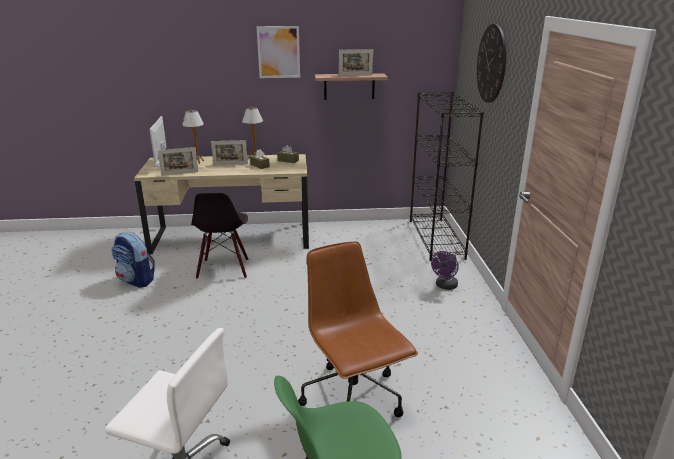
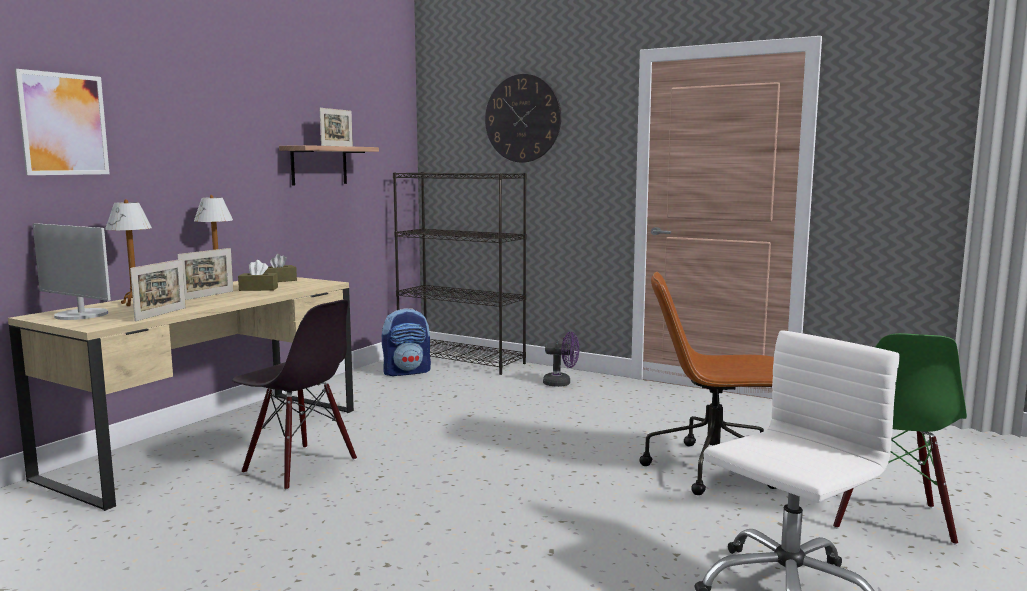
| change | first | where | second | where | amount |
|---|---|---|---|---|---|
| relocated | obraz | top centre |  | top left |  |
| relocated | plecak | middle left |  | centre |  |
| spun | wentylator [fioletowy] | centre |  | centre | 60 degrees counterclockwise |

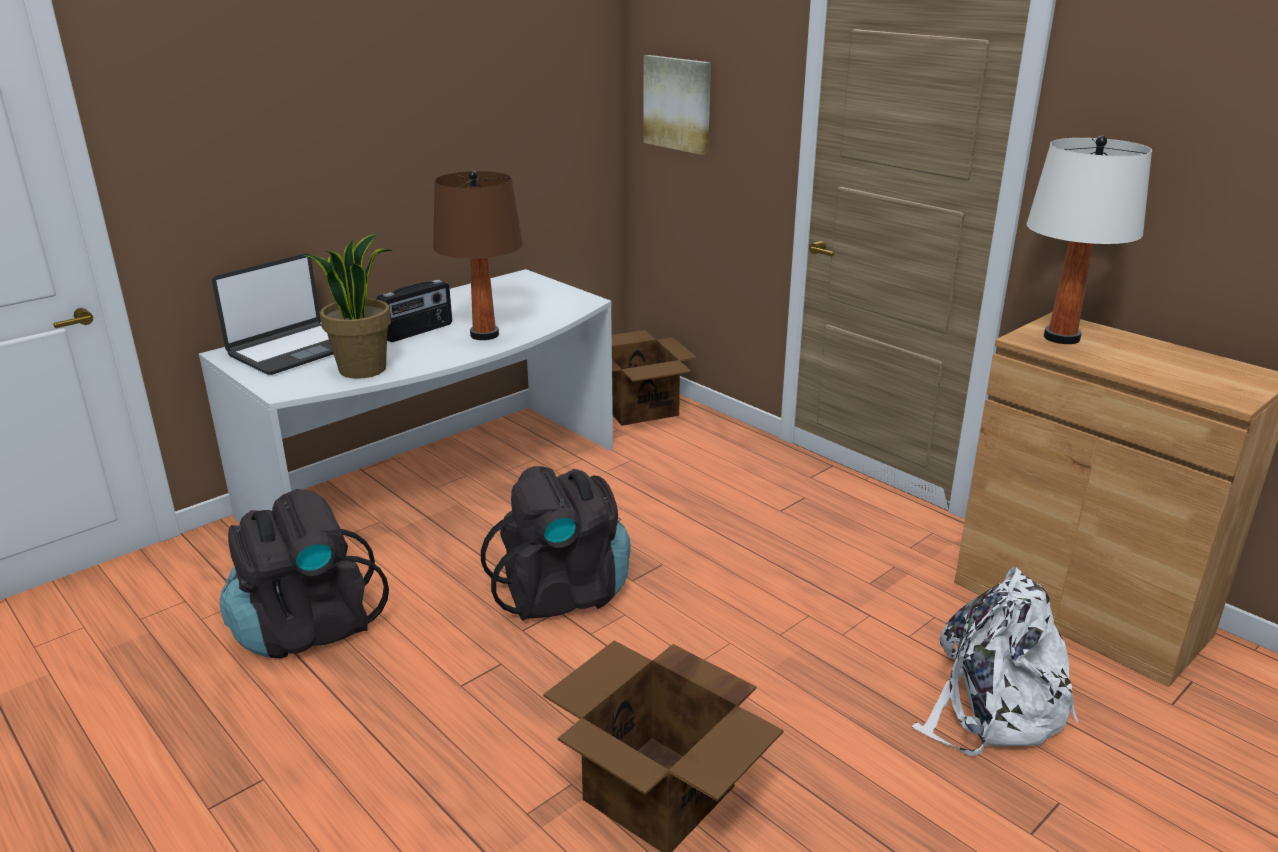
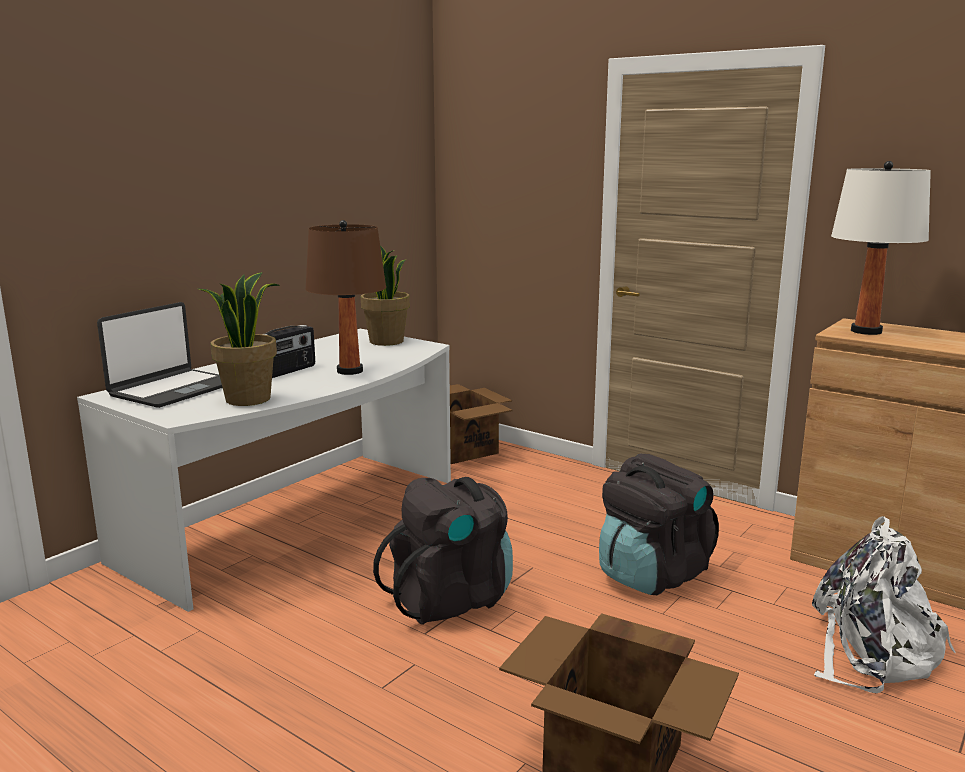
| change | first | where | second | where | amount |
|---|---|---|---|---|---|
| appeared |  |  | roślina doniczkowa (no. 2 from left) | centre |  |
| relocated | plecak [czarny] (no. 1 from left in the first image) | bottom left | plecak [czarny] (no. 2 from left) | bottom right |  |
| missing | obraz | top centre |  |  |  |

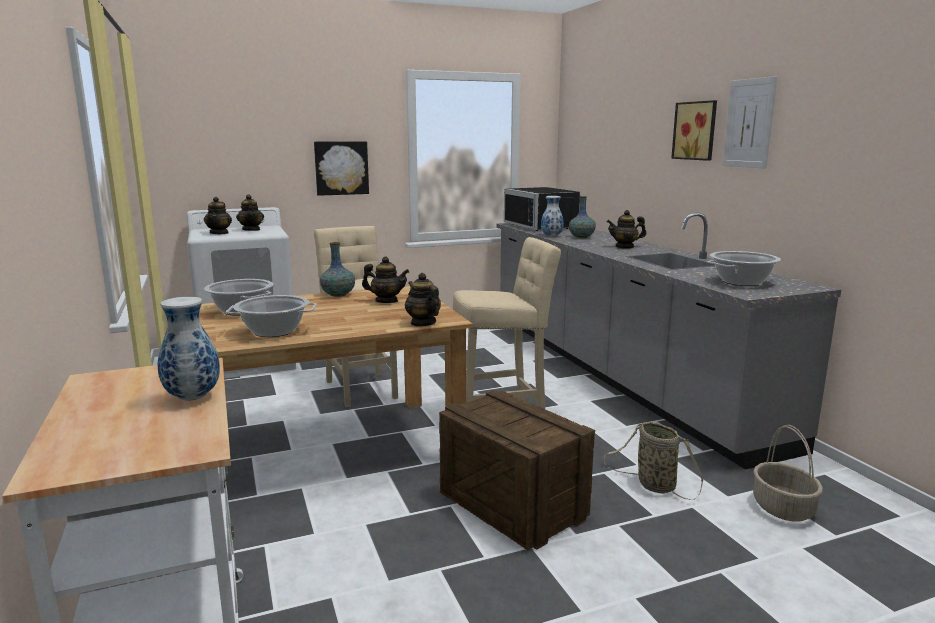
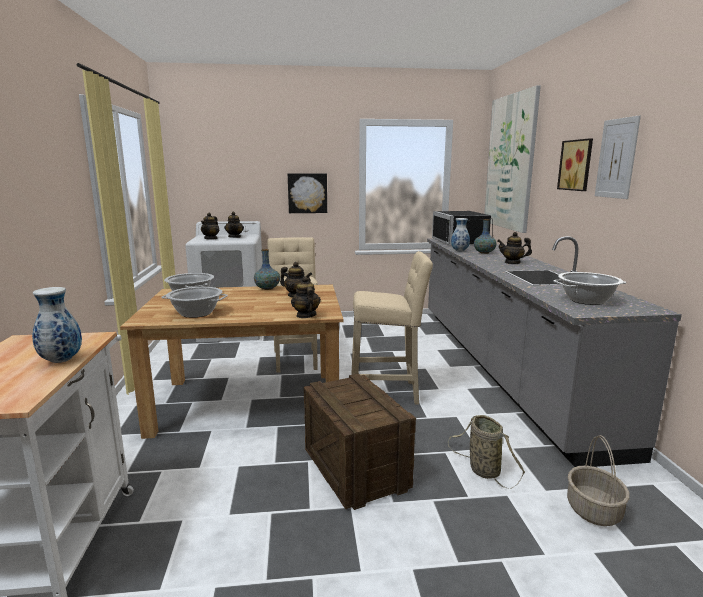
| change | first | where | second | where | amount |
|---|---|---|---|---|---|
| appeared |  |  | obraz (no. 2 from left) | top right |  |

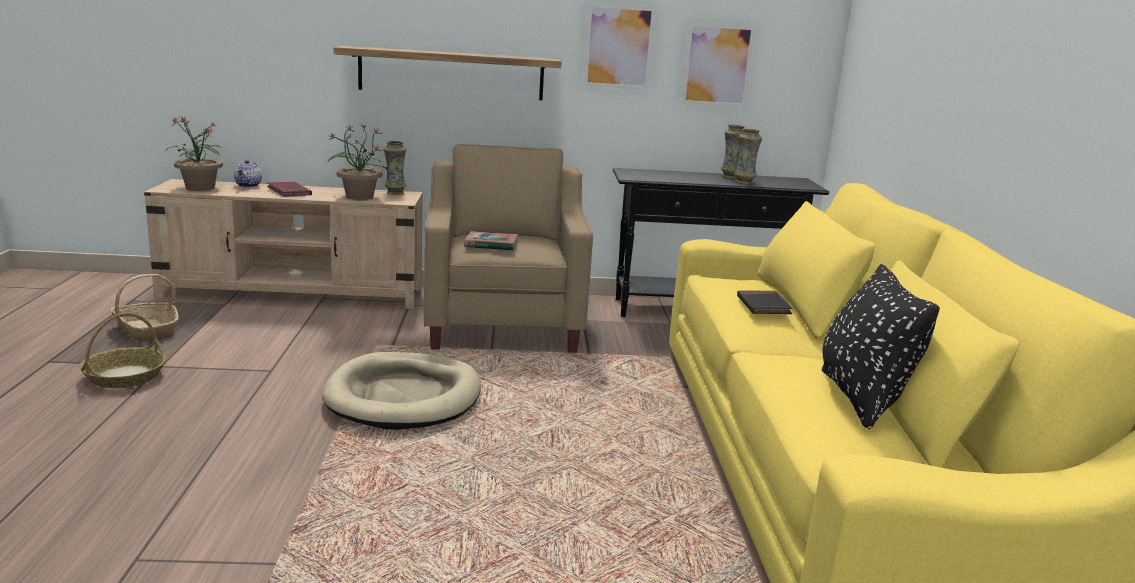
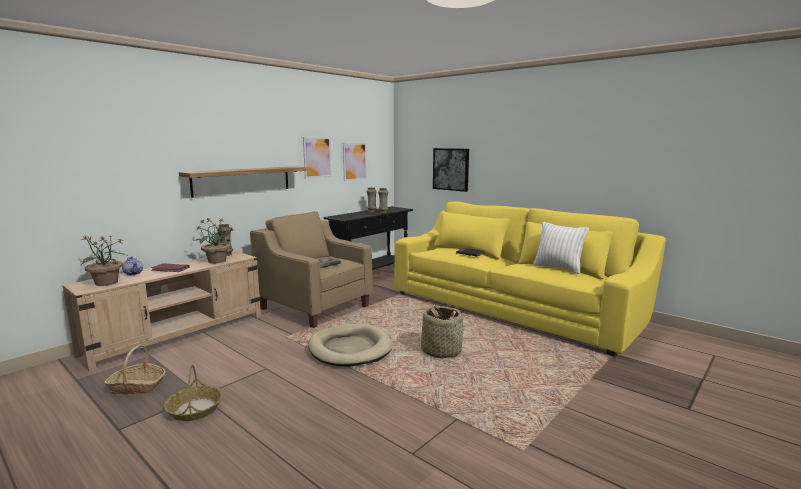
| change | first | where | second | where | amount |
|---|---|---|---|---|---|
| appeared |  |  | koszyk (no. 3 from left) | bottom centre |  |
| appeared |  |  | obraz (no. 3 from left) | centre |  |
| colour | poduszka [czarny] | middle right | poduszka [biały] | middle right |  |

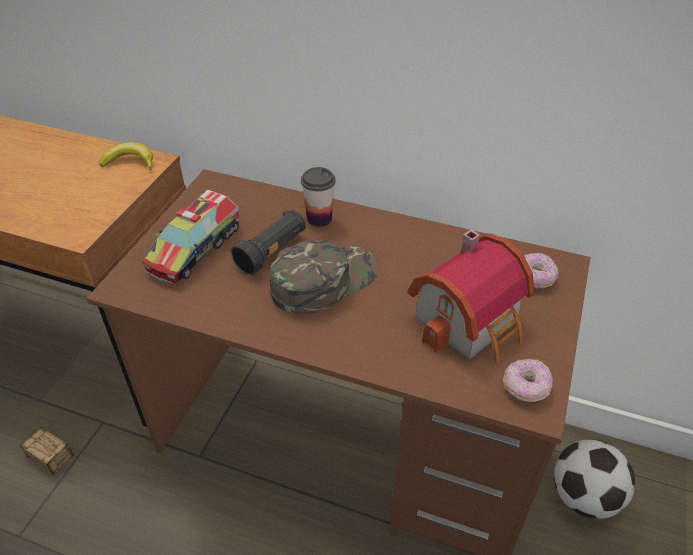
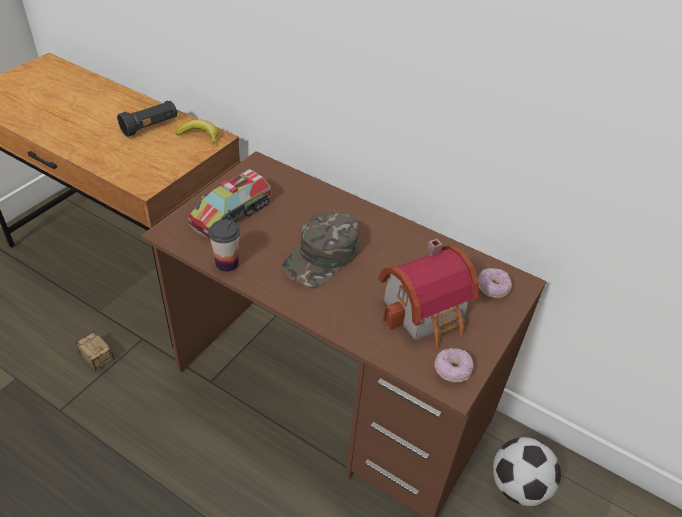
| change | first | where | second | where | amount |
|---|---|---|---|---|---|
| relocated | latarka [czarny] | centre |  | top left |  |
| relocated | filiżanka | centre |  | middle left |  |
| spun | czapka z daszkiem [zielony] | centre |  | centre | 150 degrees clockwise |

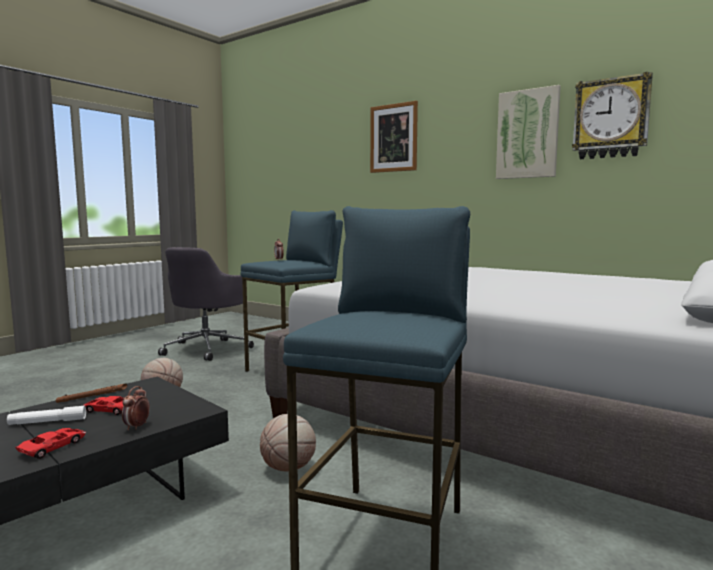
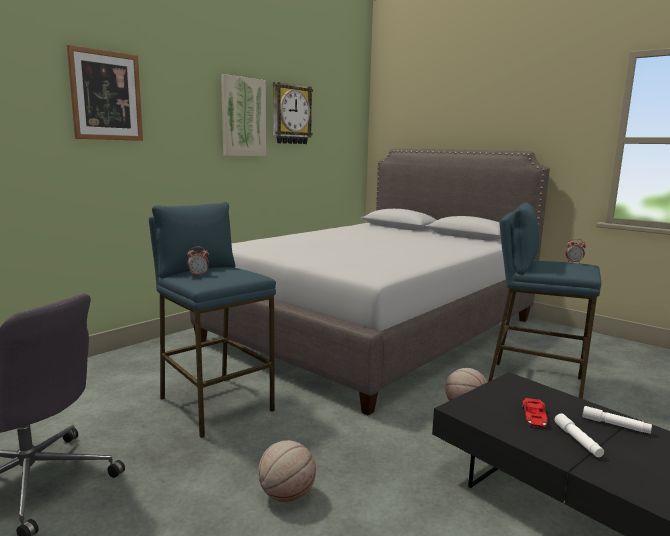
| change | first | where | second | where | amount |
|---|---|---|---|---|---|
| relocated | budzik (no. 1 from left in the first image) | bottom left | budzik (no. 2 from left) | middle right |  |
| exchanged | samochodzik [czerwony] (no. 1 from left) | bottom left | latarka [biały] (no. 2 from left) | bottom right |  |
| missing | latarka [brązowy] | bottom left |  |  |  |

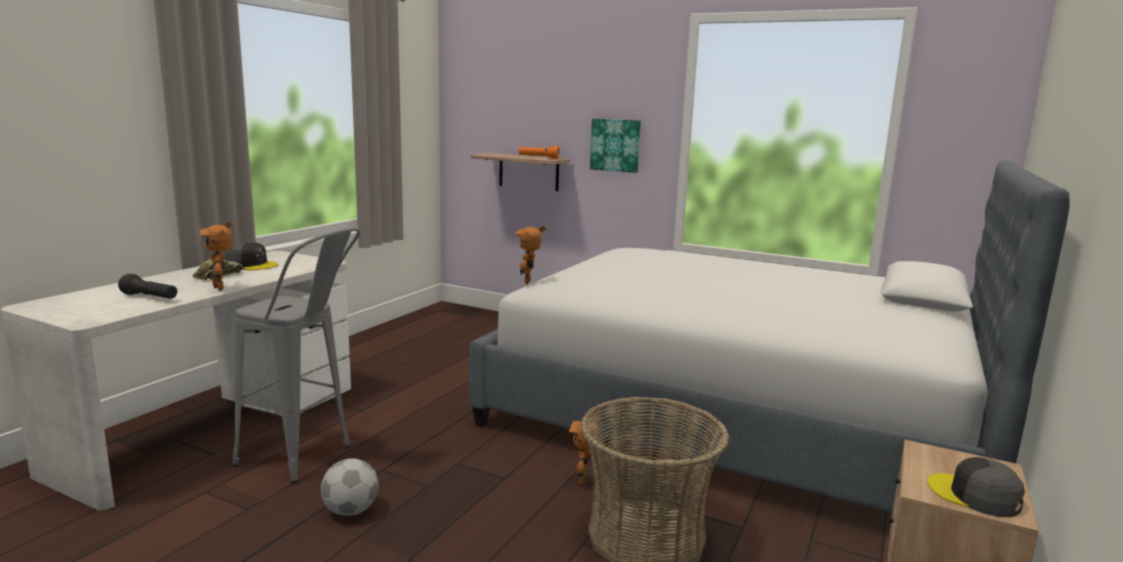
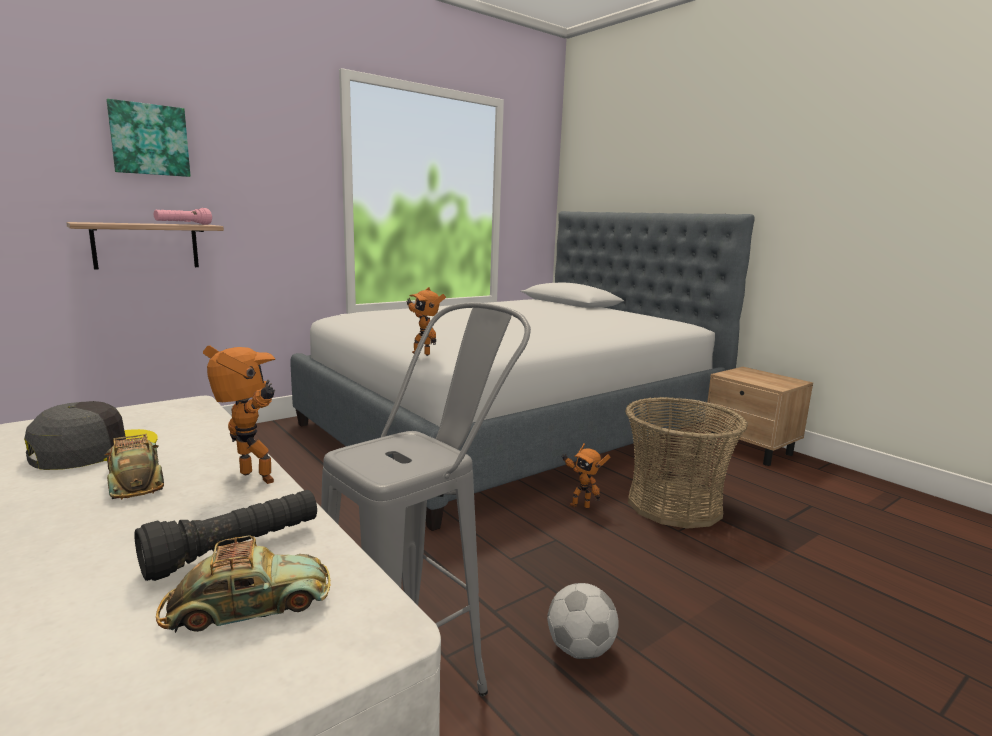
| change | first | where | second | where | amount |
|---|---|---|---|---|---|
| relocated | obraz | top centre |  | top left |  |
| colour | latarka [pomarańczowy] | top centre | latarka [różowy] | top left |  |
| appeared |  |  | samochodzik (no. 2 from left) | bottom left |  |
| spun | robot zabawkowy (no. 1 from left) | middle left |  | middle left | 135 degrees counterclockwise |
| missing | czapka z daszkiem [szary] (no. 2 from left) | bottom right |  |  |  |

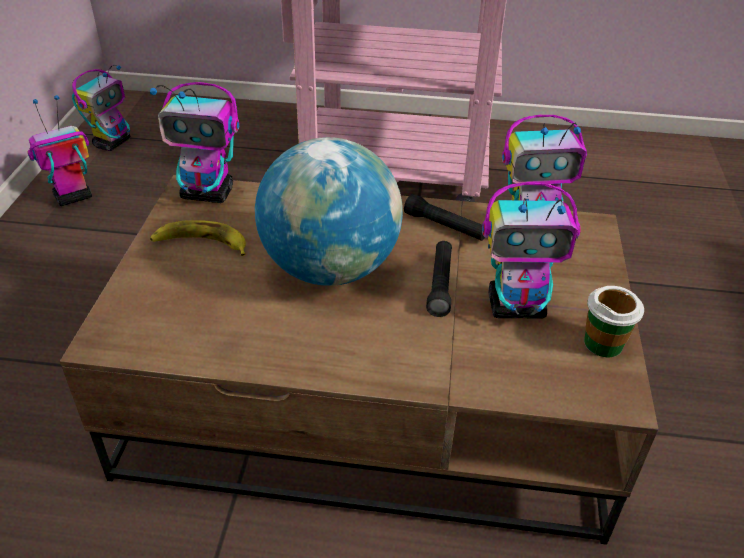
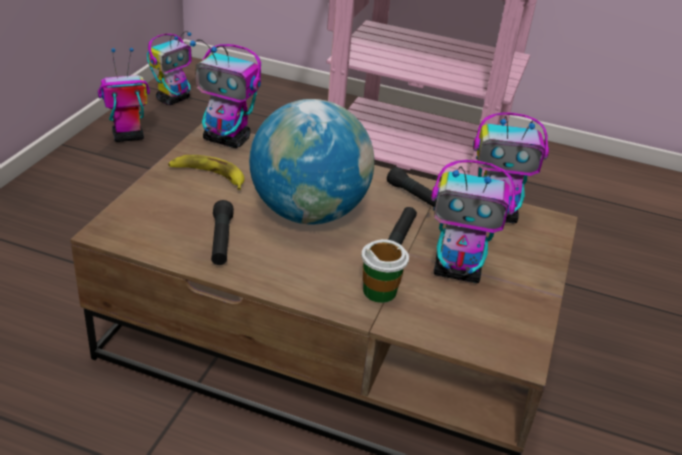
| change | first | where | second | where | amount |
|---|---|---|---|---|---|
| appeared |  |  | latarka [czarny] (no. 1 from left) | middle left |  |
| relocated | filiżanka | middle right |  | centre |  |

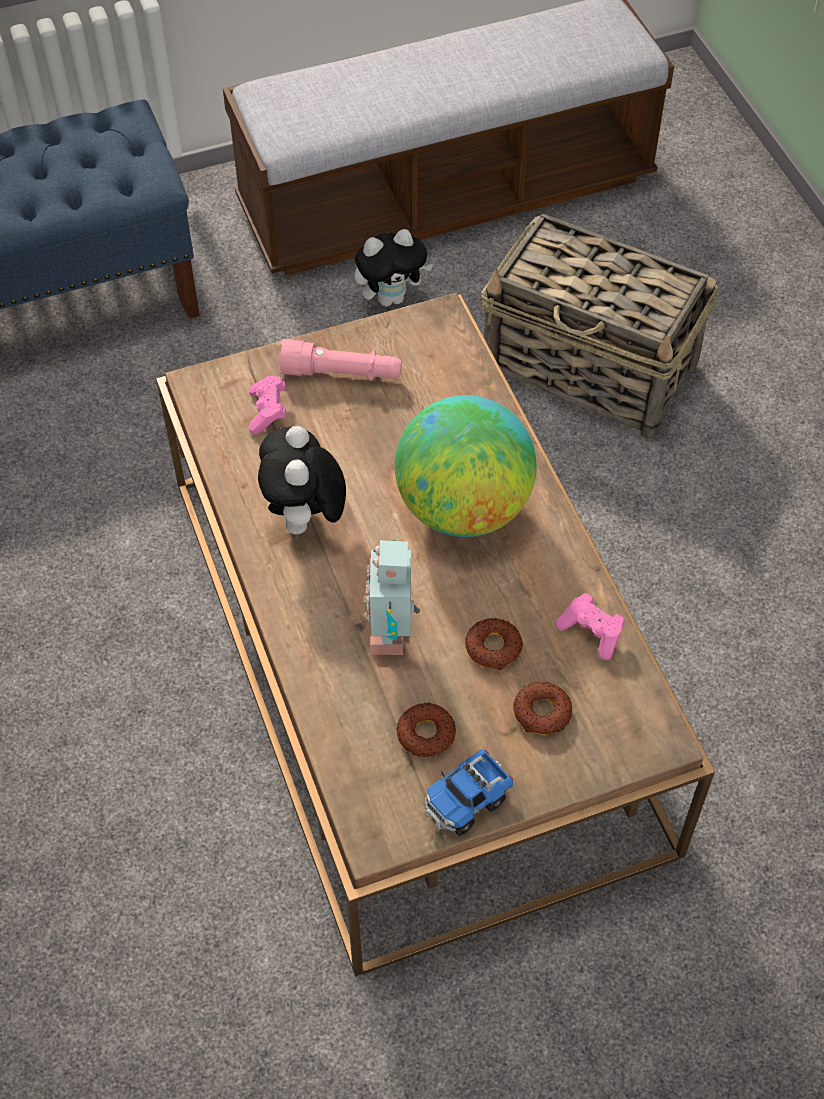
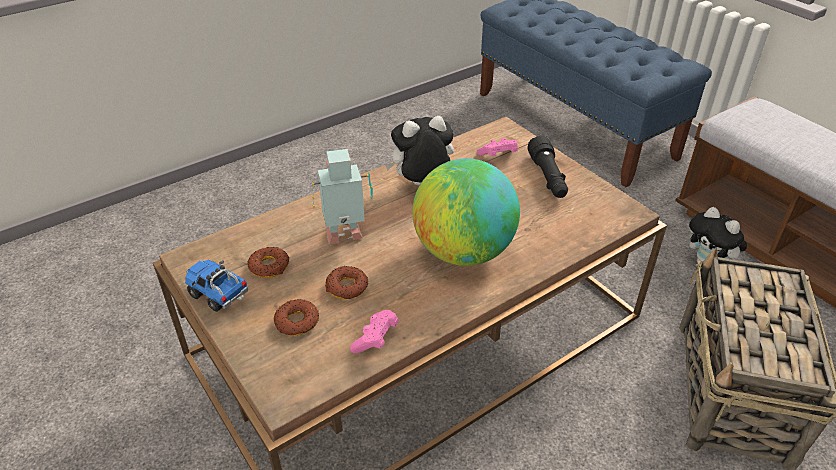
| change | first | where | second | where | amount |
|---|---|---|---|---|---|
| colour | latarka [różowy] | top centre | latarka [czarny] | centre |  |

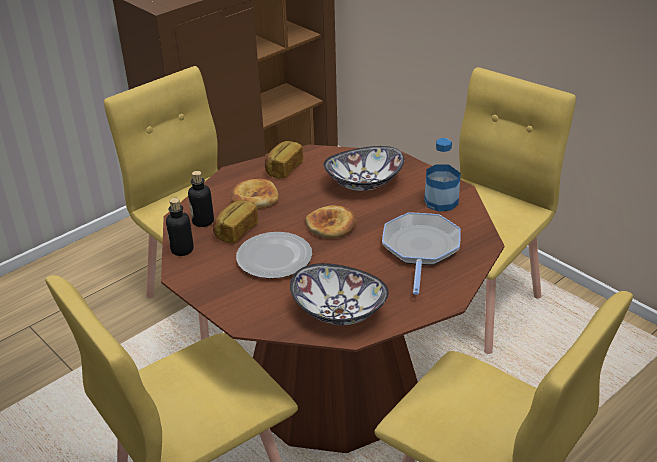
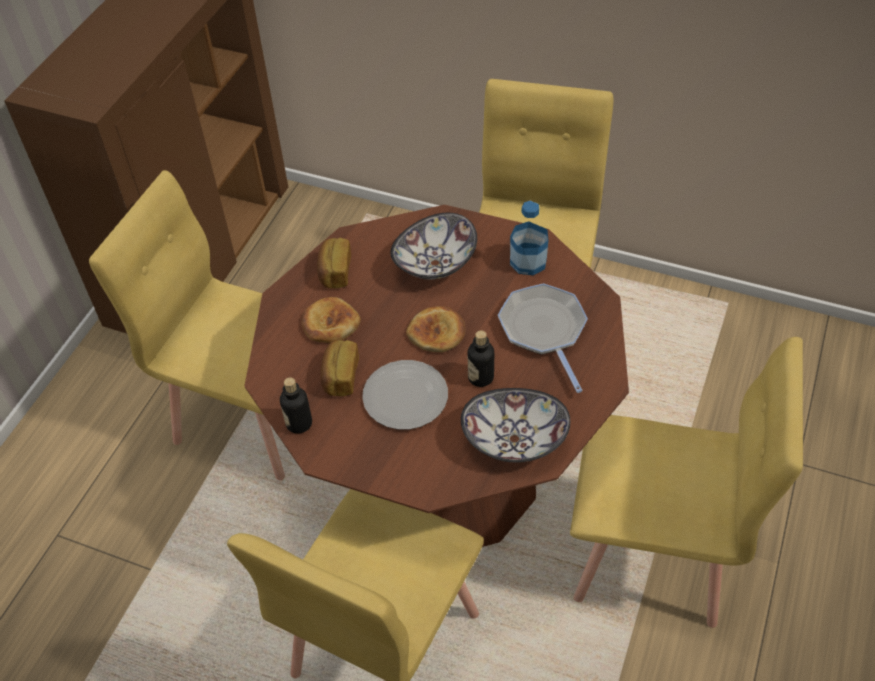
| change | first | where | second | where | amount |
|---|---|---|---|---|---|
| relocated | butelka (no. 2 from left) | middle left |  | centre |  |

